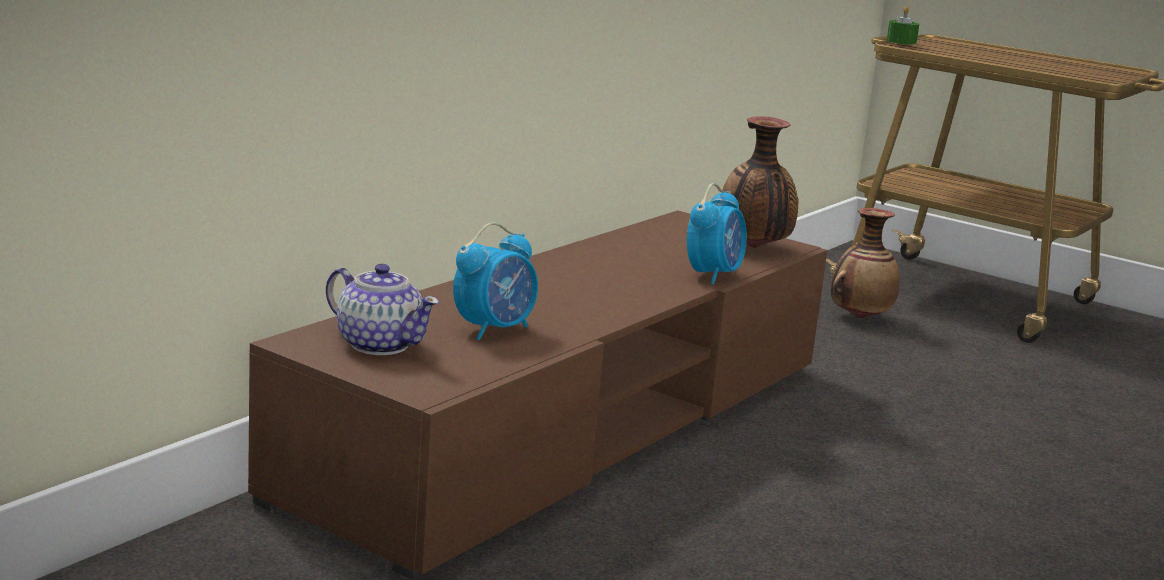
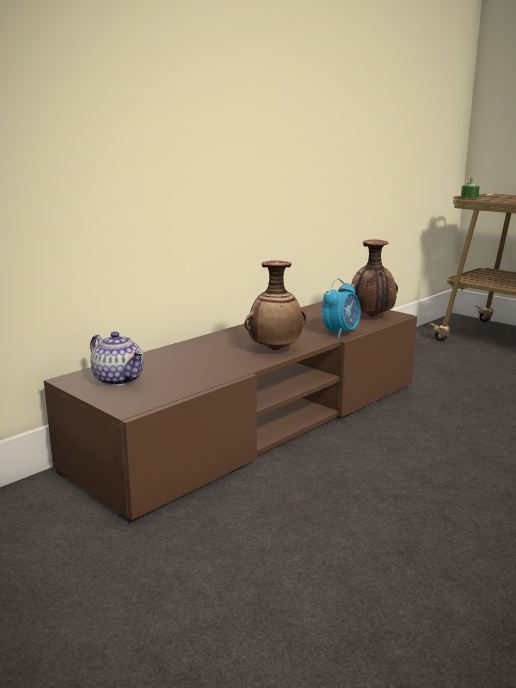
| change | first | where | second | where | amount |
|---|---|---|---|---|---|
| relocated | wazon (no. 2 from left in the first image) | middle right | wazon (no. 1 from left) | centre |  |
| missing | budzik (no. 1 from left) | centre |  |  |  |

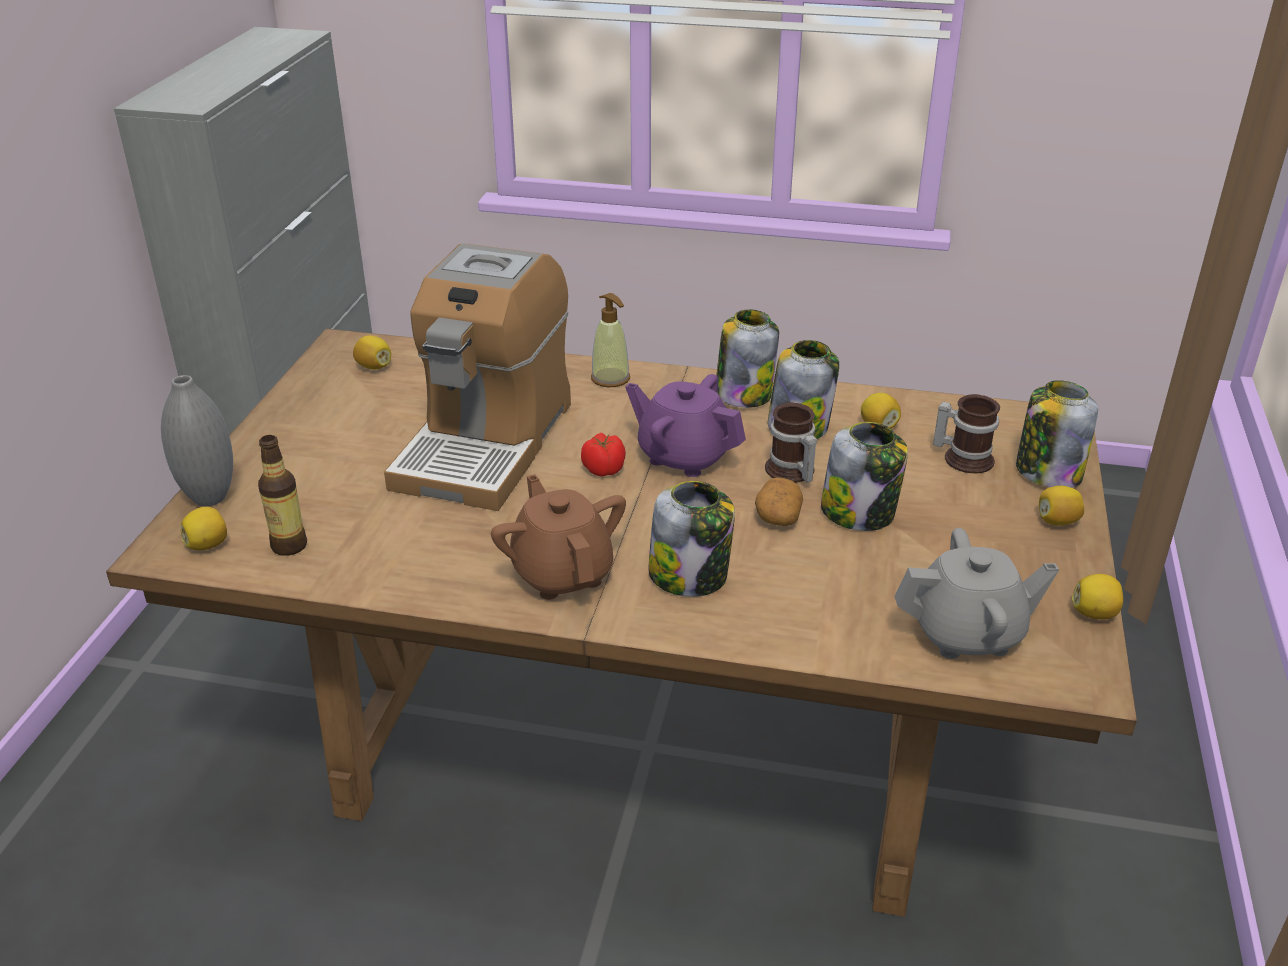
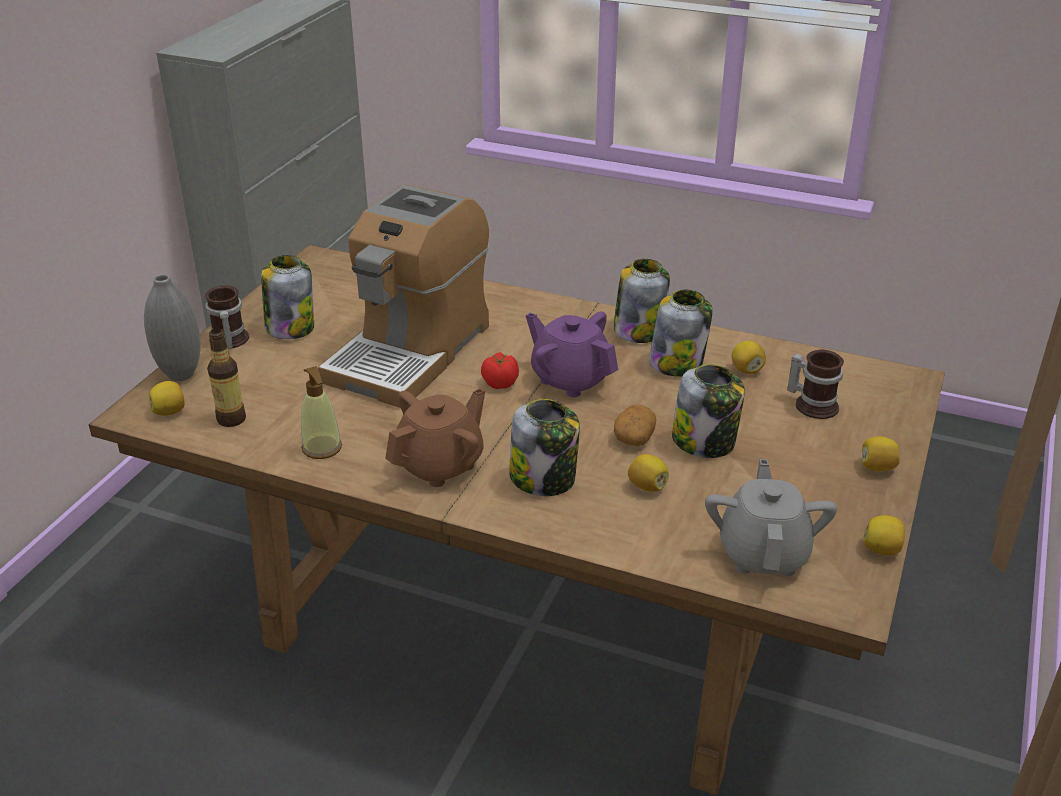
| change | first | where | second | where | amount |
|---|---|---|---|---|---|
| relocated | kubek (no. 1 from left) | centre |  | middle left |  |
| relocated | słoik (no. 5 from left in the first image) | middle right | słoik (no. 1 from left) | middle left |  |
| relocated | dozownik mydła | centre |  | middle left |  |
| spun | imbryk [brązowy] | centre |  | centre | 60 degrees clockwise |
| relocated | cytryna (no. 2 from left) | middle left |  | centre |  |
| spun | imbryk [szary] | middle right |  | middle right | 90 degrees counterclockwise |

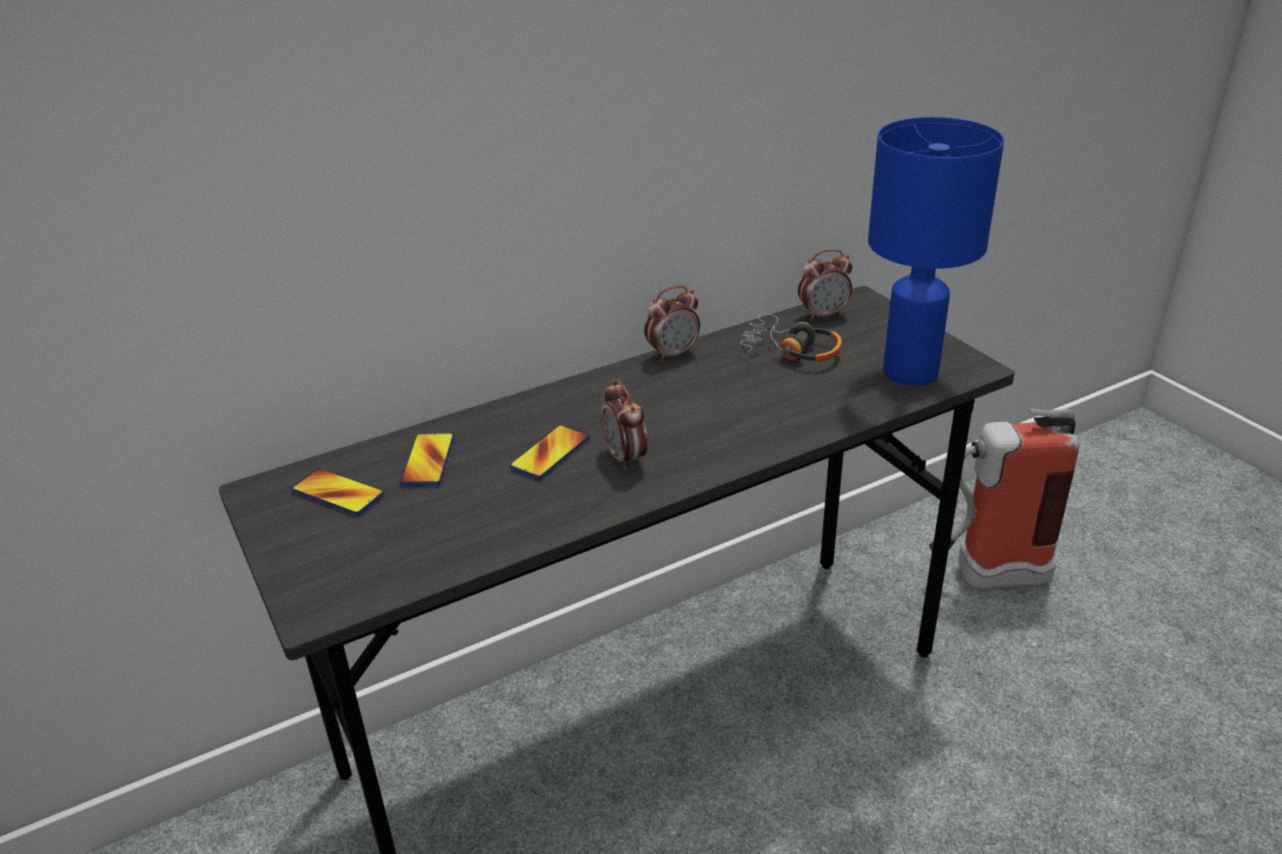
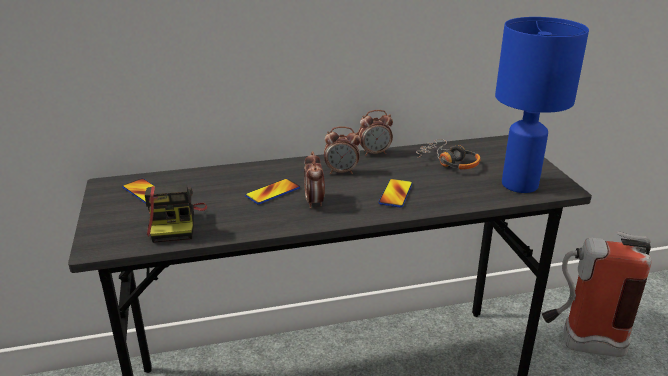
| change | first | where | second | where | amount |
|---|---|---|---|---|---|
| appeared |  |  | aparat fotograficzny | middle left |  |
| relocated | budzik (no. 3 from left in the first image) | top centre | budzik (no. 2 from left) | centre |  |
| relocated | telefon (no. 2 from left in the first image) | middle left | telefon (no. 3 from left) | centre |  |

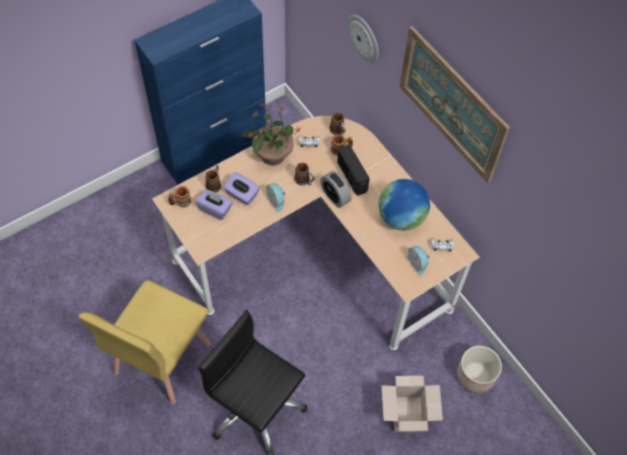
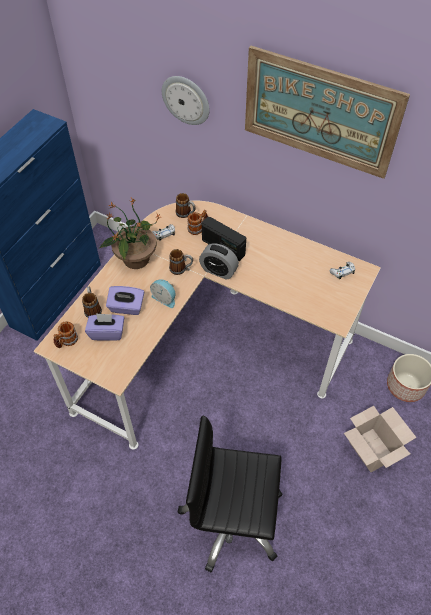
| change | first | where | second | where | amount |
|---|---|---|---|---|---|
| missing | krzesło [żółty] | bottom left |  |  |  |
| missing | globus | centre |  |  |  |
| missing | budzik (no. 3 from left) | middle right |  |  |  |

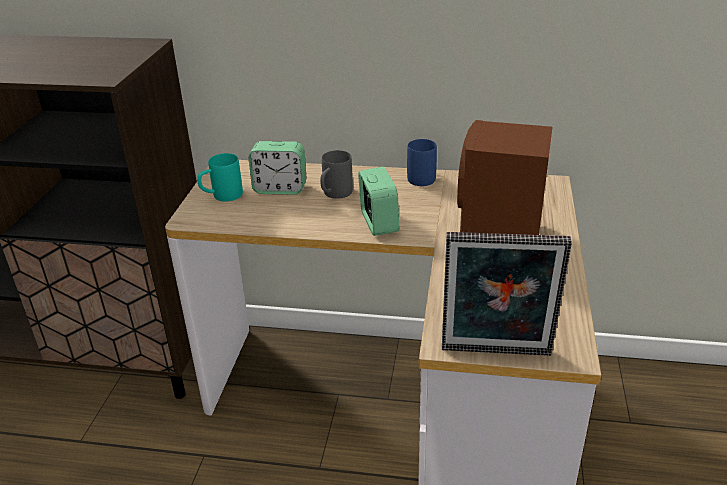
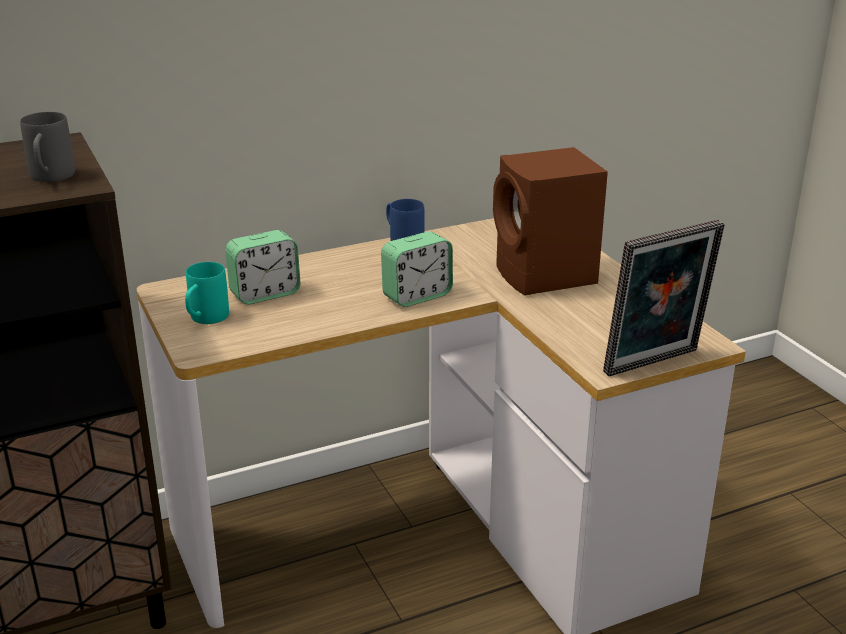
| change | first | where | second | where | amount |
|---|---|---|---|---|---|
| relocated | kubek [szary] | centre |  | top left |  |
| spun | budzik (no. 2 from left) | centre |  | centre | 105 degrees clockwise |

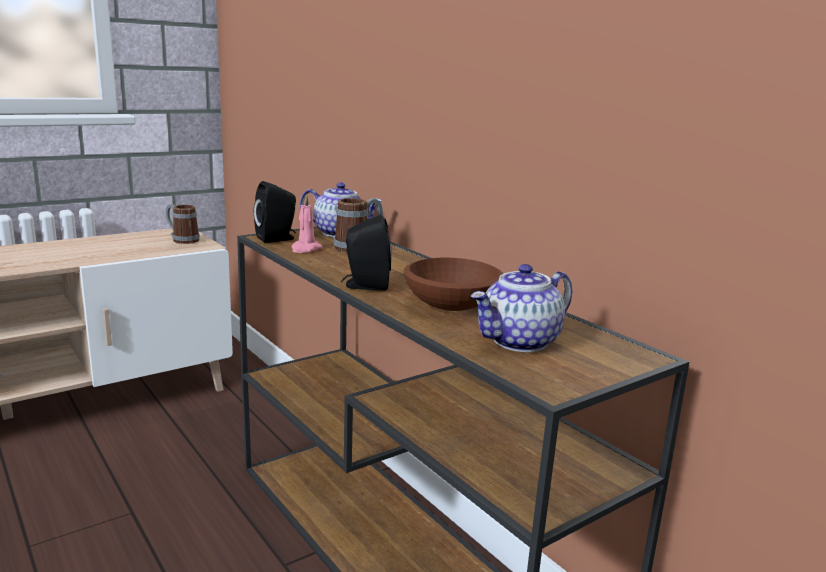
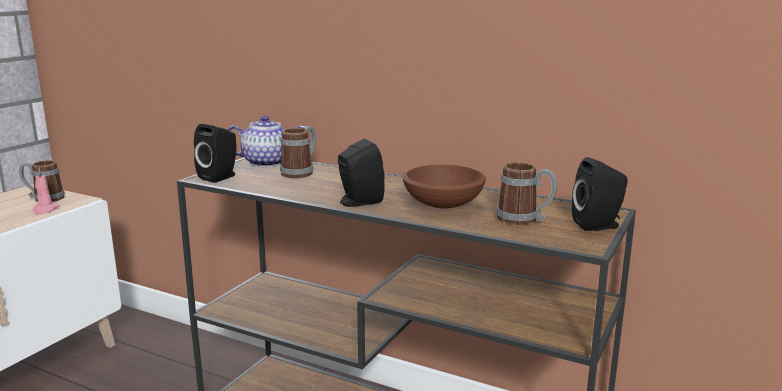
| change | first | where | second | where | amount |
|---|---|---|---|---|---|
| relocated | świeca [różowy] | centre |  | middle left |  |
| exchanged | imbryk (no. 2 from left) | centre | kubek (no. 3 from left) | middle right |  |
| appeared |  |  | głośnik [czarny] (no. 3 from left) | middle right |  |

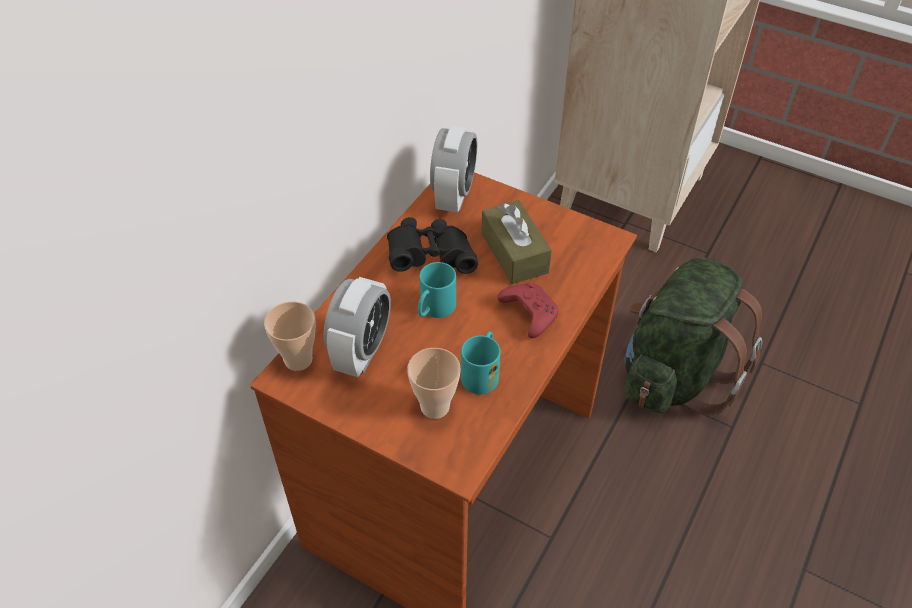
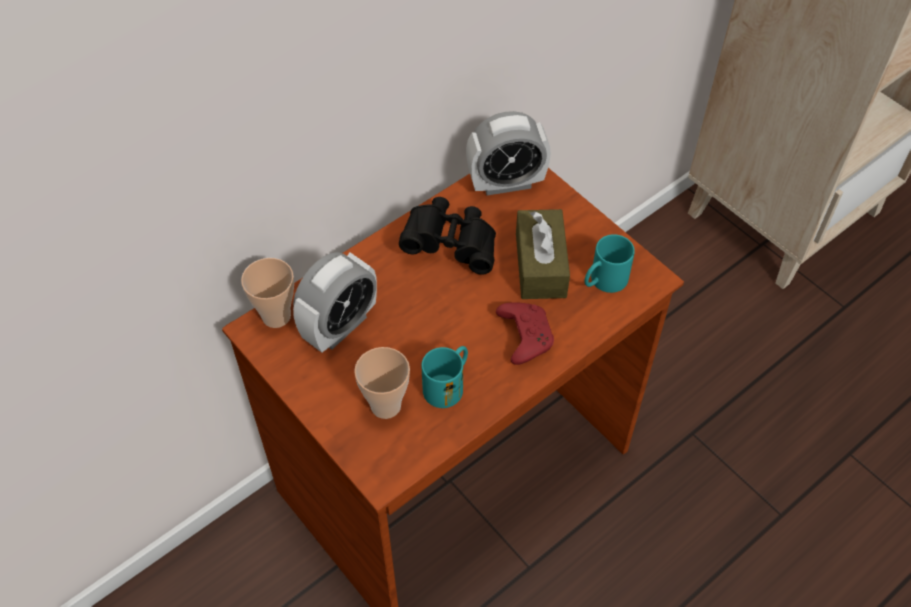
| change | first | where | second | where | amount |
|---|---|---|---|---|---|
| spun | budzik (no. 2 from left) | top centre |  | top centre | 45 degrees clockwise |
| relocated | kubek [turkusowy] (no. 1 from left in the first image) | centre | kubek [turkusowy] (no. 2 from left) | middle right |  |
| missing | plecak [zielony] | middle right |  |  |  |

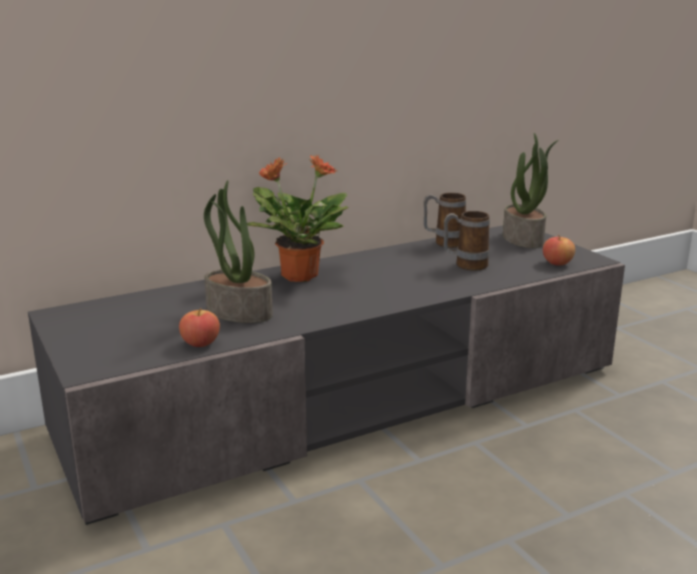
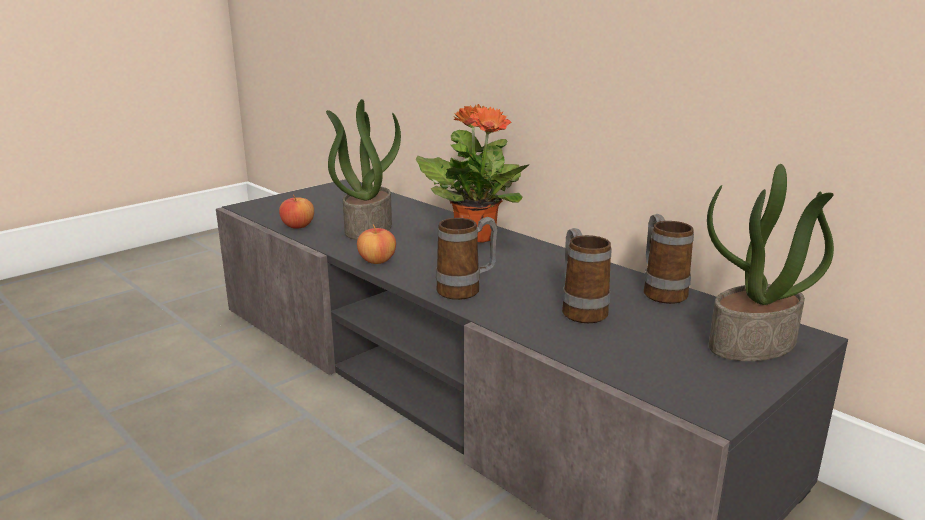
| change | first | where | second | where | amount |
|---|---|---|---|---|---|
| relocated | jabłko (no. 2 from left) | middle right |  | centre |  |
| appeared |  |  | kubek (no. 1 from left) | centre |  |

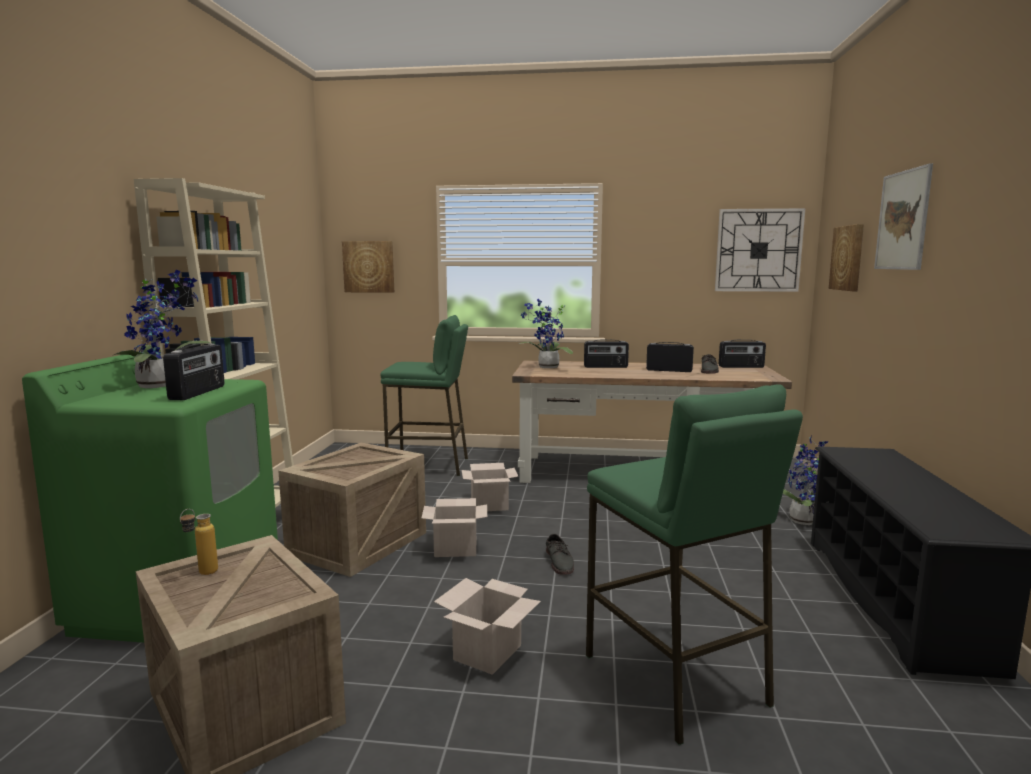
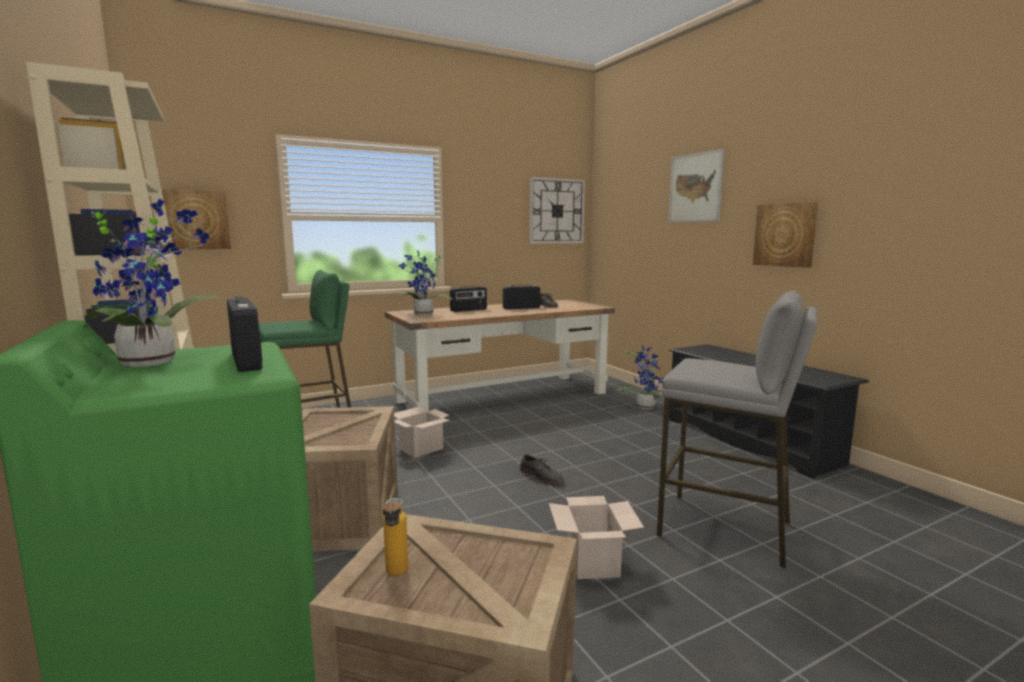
| change | first | where | second | where | amount |
|---|---|---|---|---|---|
| colour | stołek [zielony] (no. 2 from left) | bottom right | stołek [szary] | middle right |  |
| relocated | obraz (no. 2 from left in the first image) | top right | obraz (no. 3 from left) | middle right |  |
| missing | karton (no. 1 from left) | bottom centre |  |  |  |
| missing | radio (no. 4 from left) | middle right |  |  |  |

